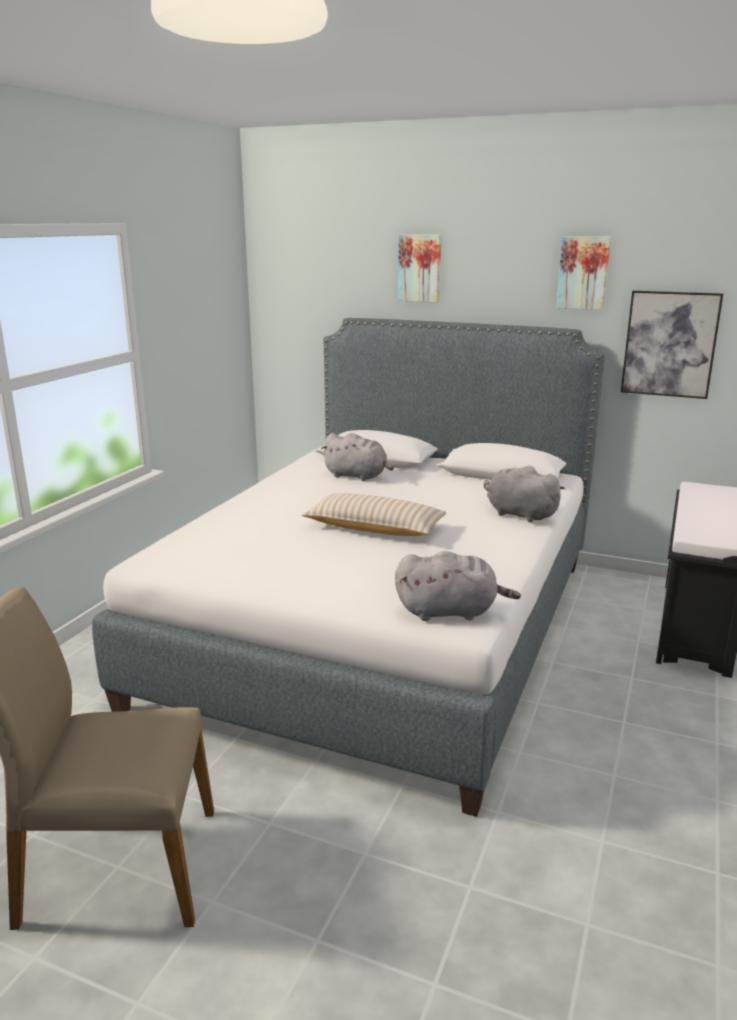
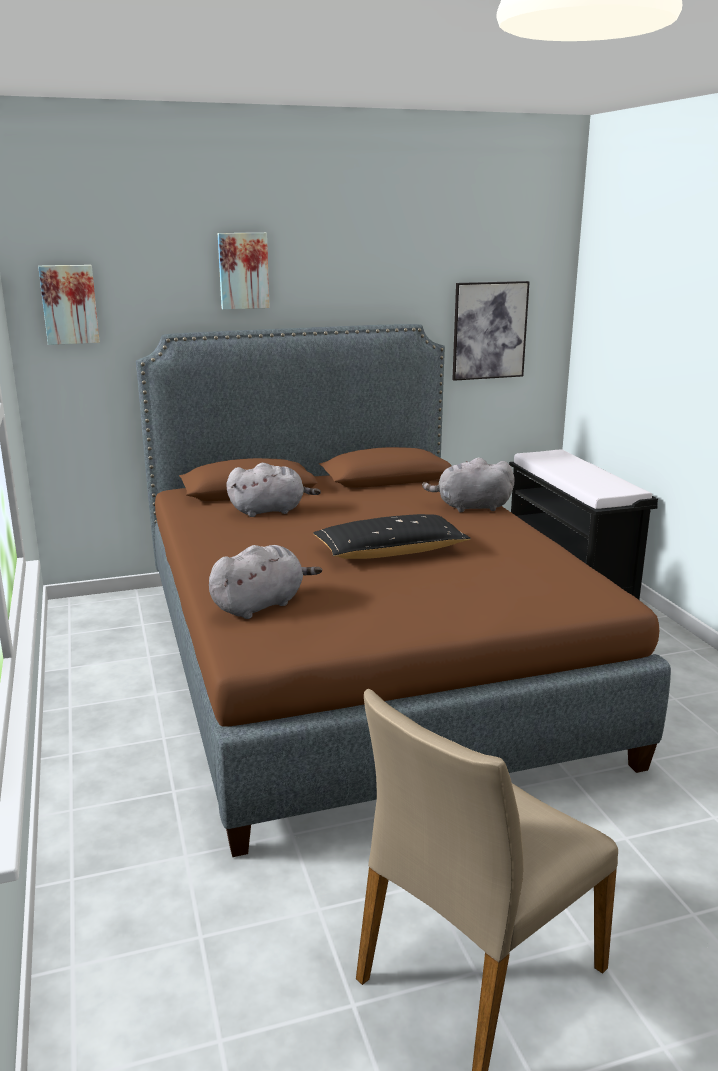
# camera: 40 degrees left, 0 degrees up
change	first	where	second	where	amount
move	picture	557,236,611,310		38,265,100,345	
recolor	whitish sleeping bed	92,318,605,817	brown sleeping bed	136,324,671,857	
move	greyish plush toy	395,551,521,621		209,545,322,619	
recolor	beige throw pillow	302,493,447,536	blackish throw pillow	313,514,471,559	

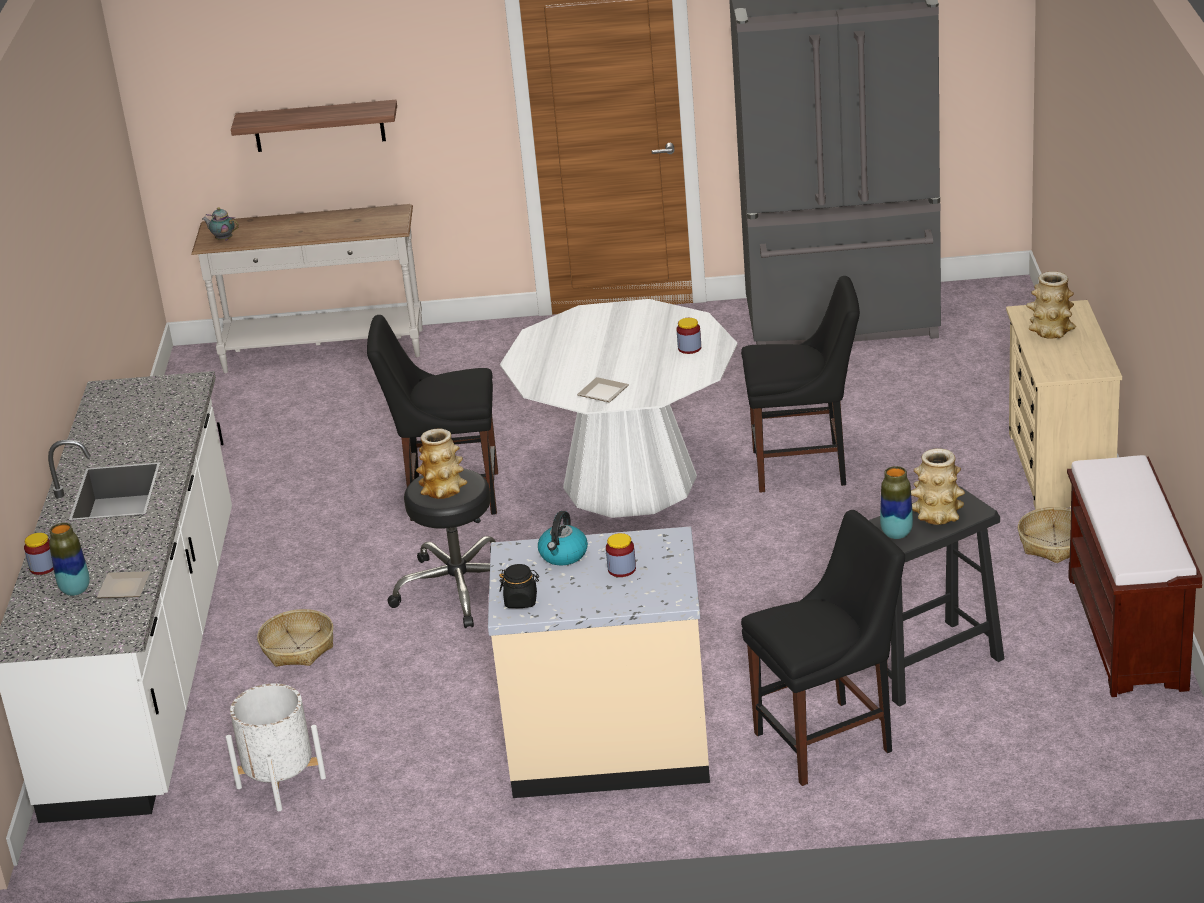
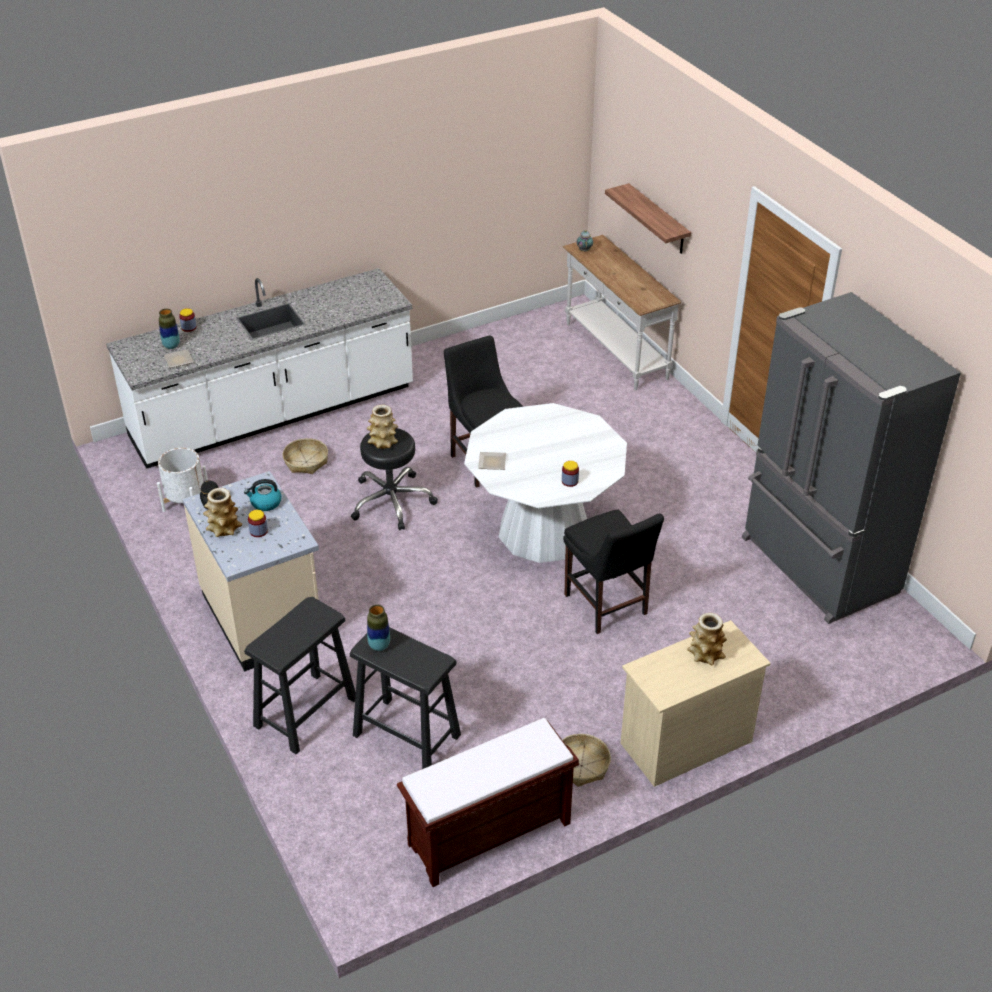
# camera: 60 degrees right, 10 degrees up
change	first	where	second	where	amount
move	flower vase	911,448,965,525		203,488,242,537	
replace	blackish plain chair	741,510,905,786	blackish stool seat	244,597,356,754	

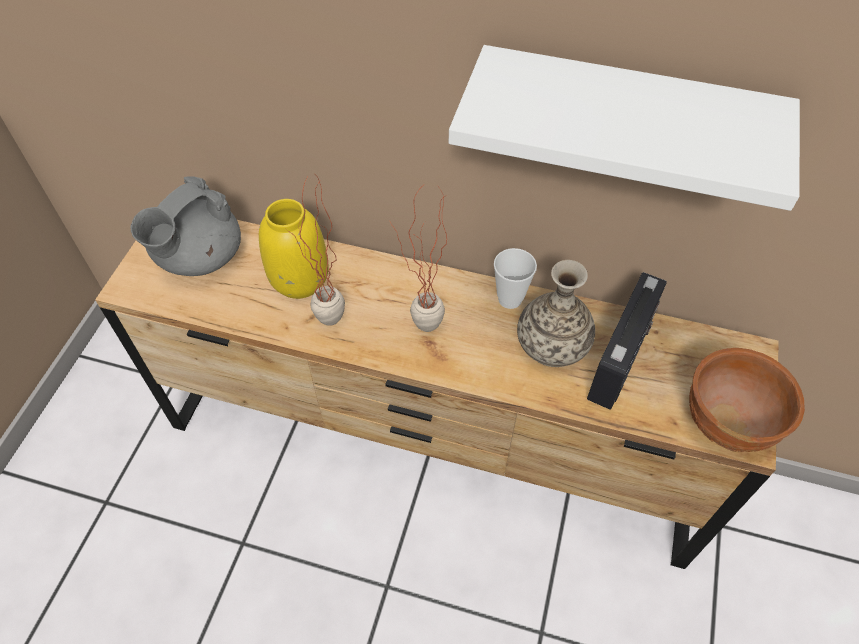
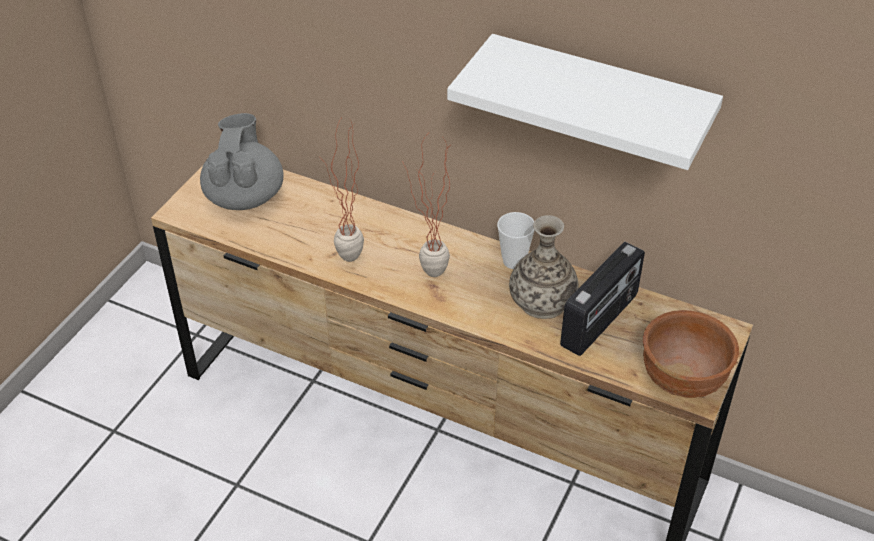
# camera: 10 degrees right, 10 degrees down
change	first	where	second	where	amount
rotate	greyish teapot	130,176,241,276		200,113,284,210	135 degrees clockwise
delete	yellow flower vase	259,199,329,299			

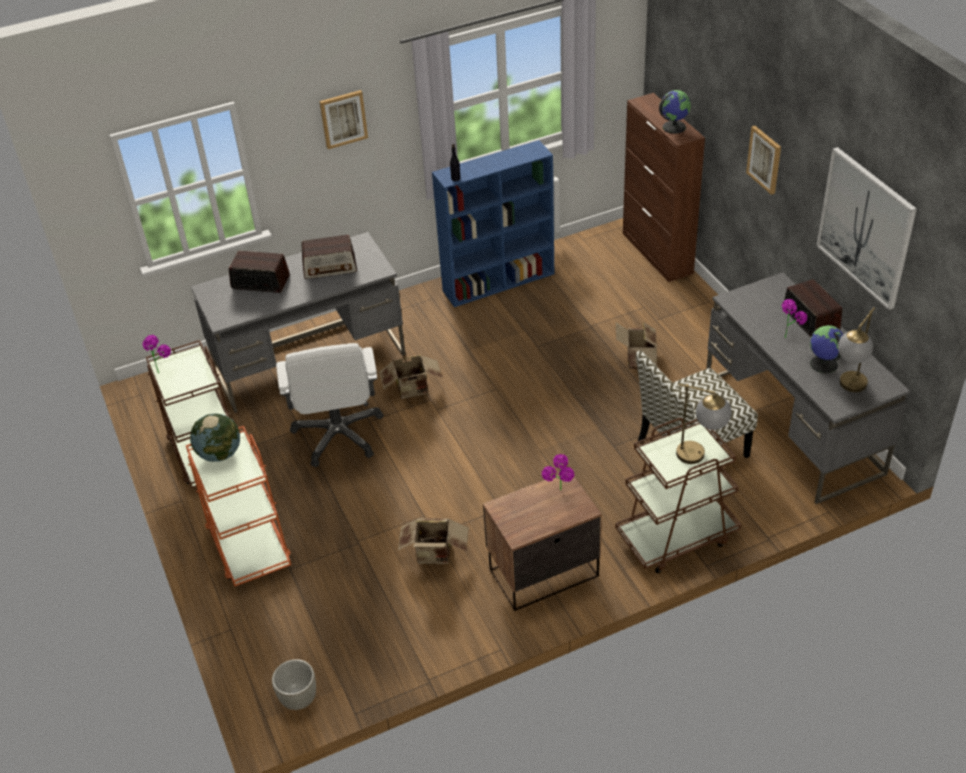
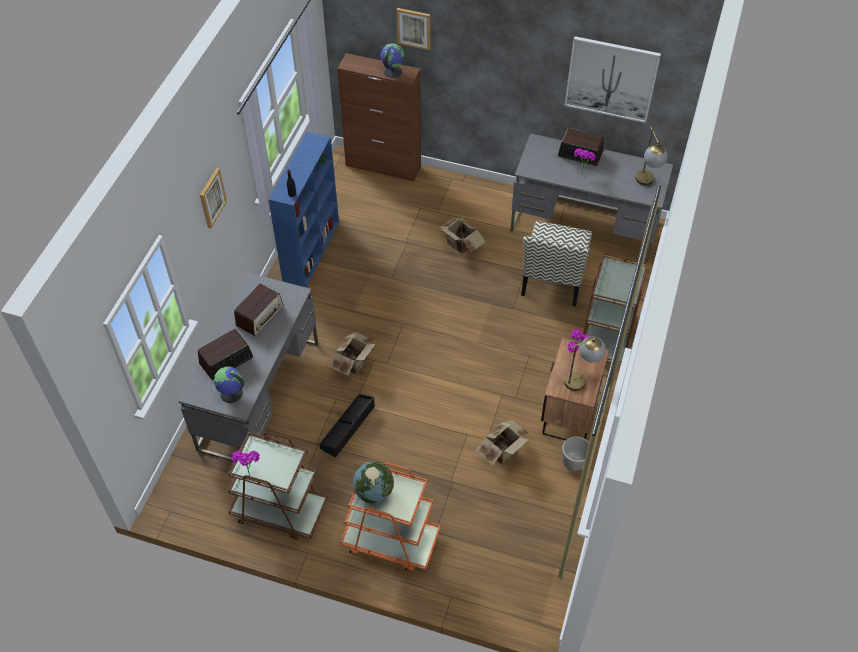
# camera: 50 degrees left, 10 degrees up
change	first	where	second	where	amount
move	globe	810,325,843,374		214,366,244,403	
replace	whitish office chair	276,343,384,467	blackish storage box	319,394,375,457	
move	picture	746,126,781,195		396,8,430,50	
move	greyish planter	272,659,316,710		562,436,589,471	
move	table lamp	676,384,731,464		564,337,606,391	

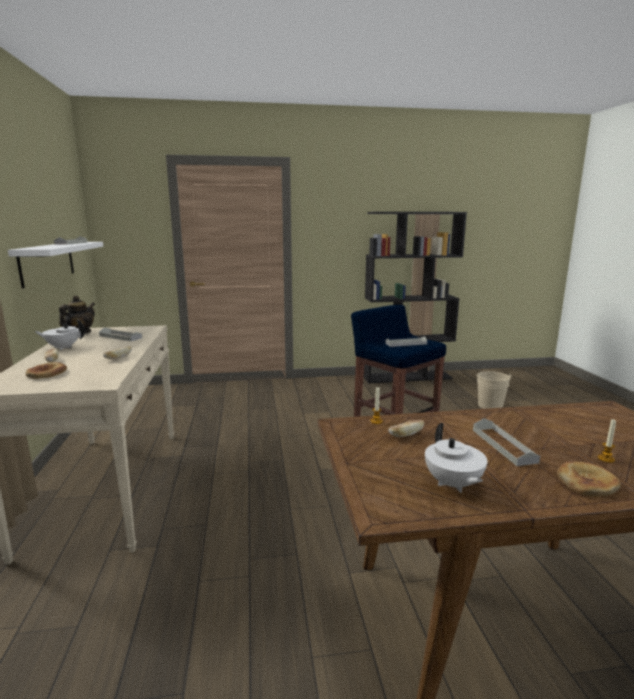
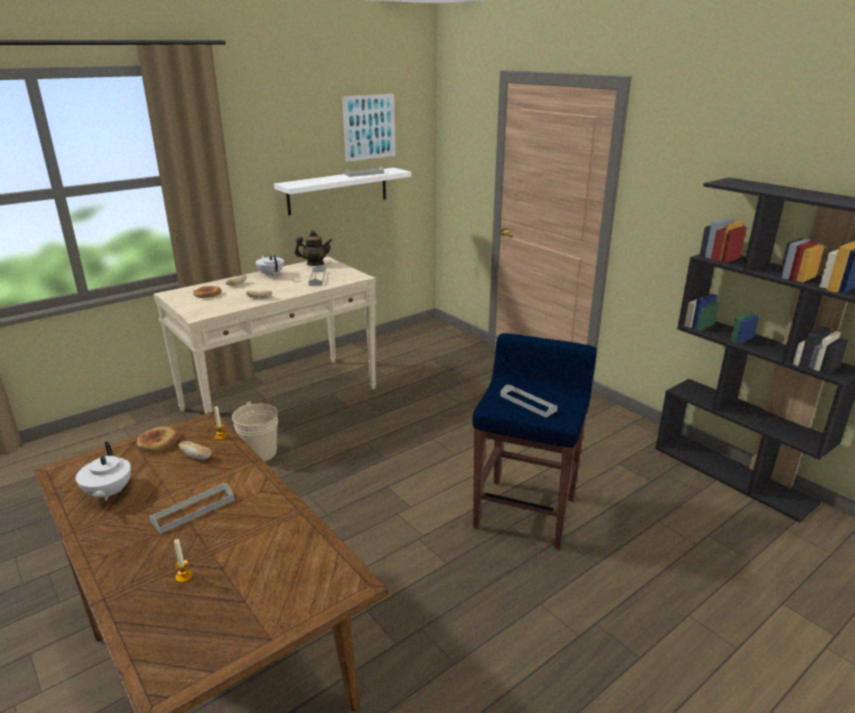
# camera: 60 degrees right, 10 degrees up
change	first	where	second	where	amount
rotate	whitish teapot	425,423,487,493		76,442,131,501	60 degrees counterclockwise
move	bakery bread	557,461,621,497		137,426,180,452	
move	beige bucket	476,371,512,409		232,401,278,461	
insert			picture	342,94,396,162	

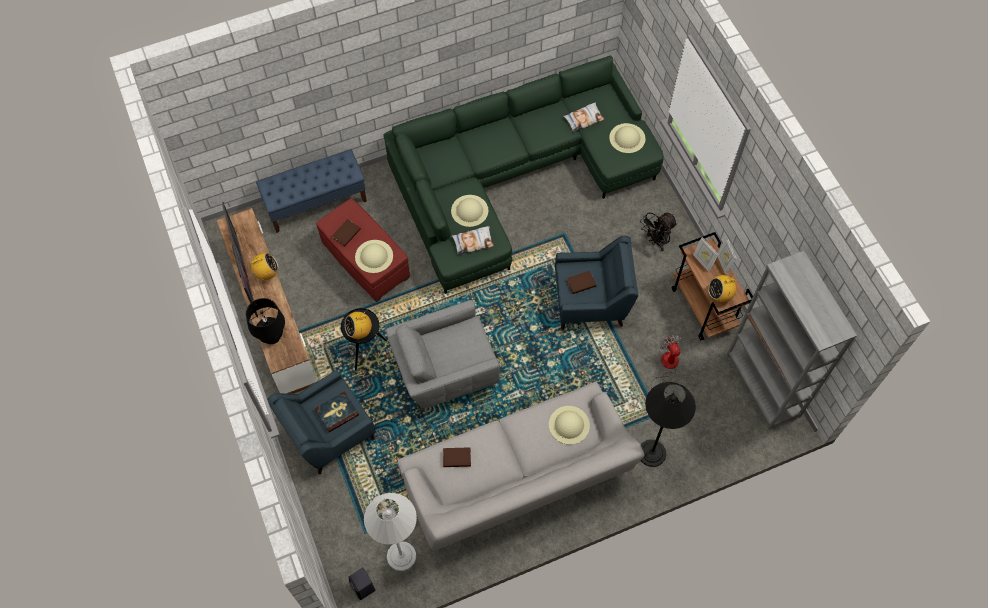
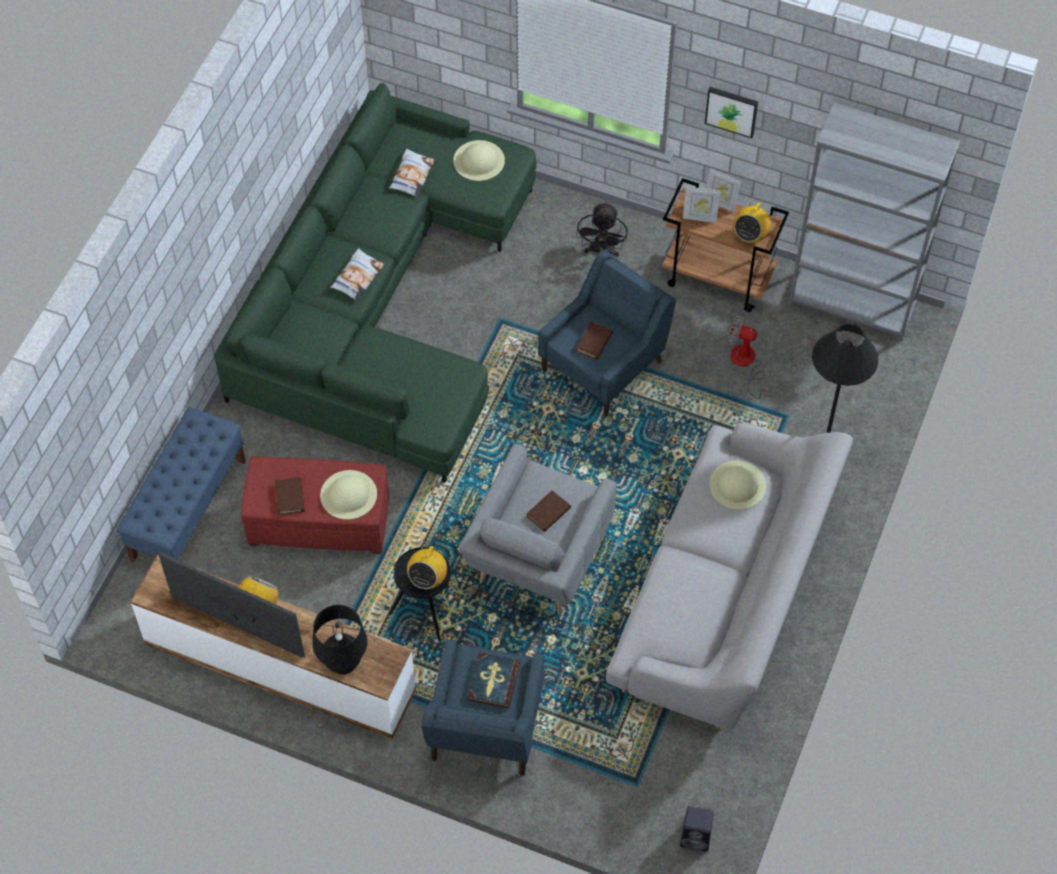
# camera: 45 degrees left, 5 degrees down
change	first	where	second	where	amount
move	throw pillow	452,226,494,255		330,249,384,301	
move	brown book	443,447,471,467		526,490,571,532	
insert			picture	705,87,758,138	
delete	whitish standing lamp	364,493,417,571			
delete	beige hat	451,195,488,227			

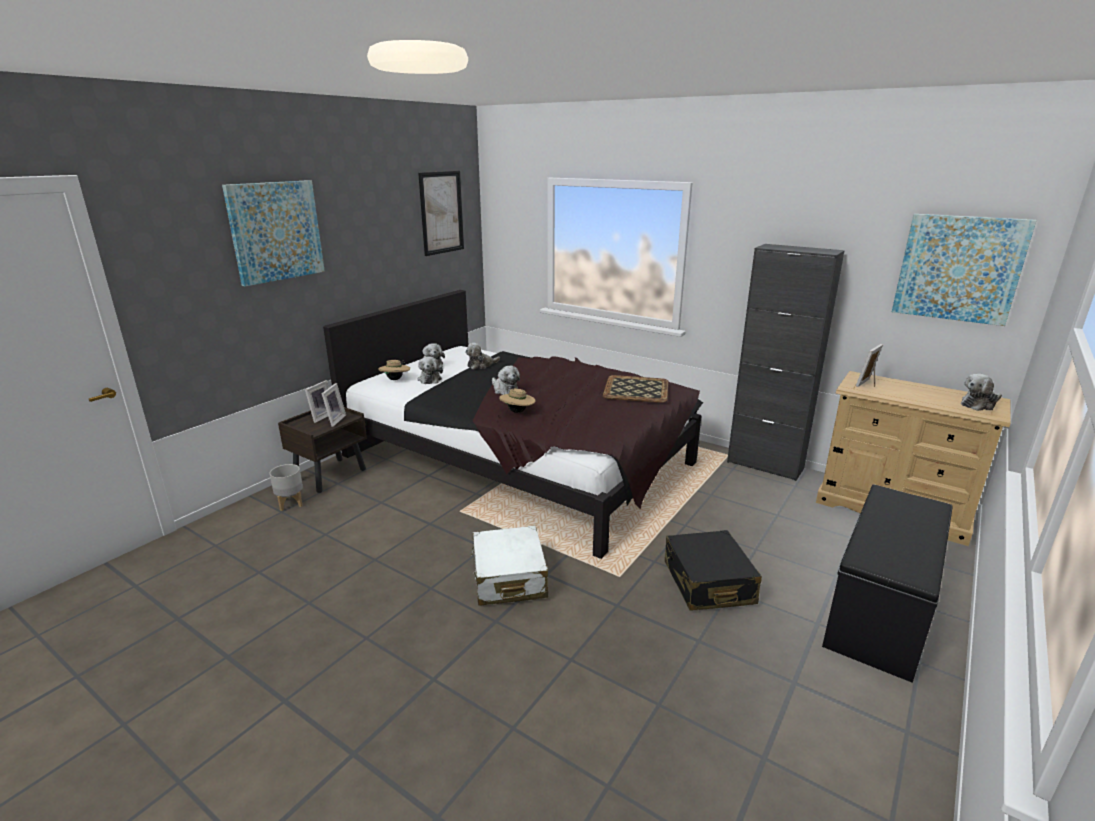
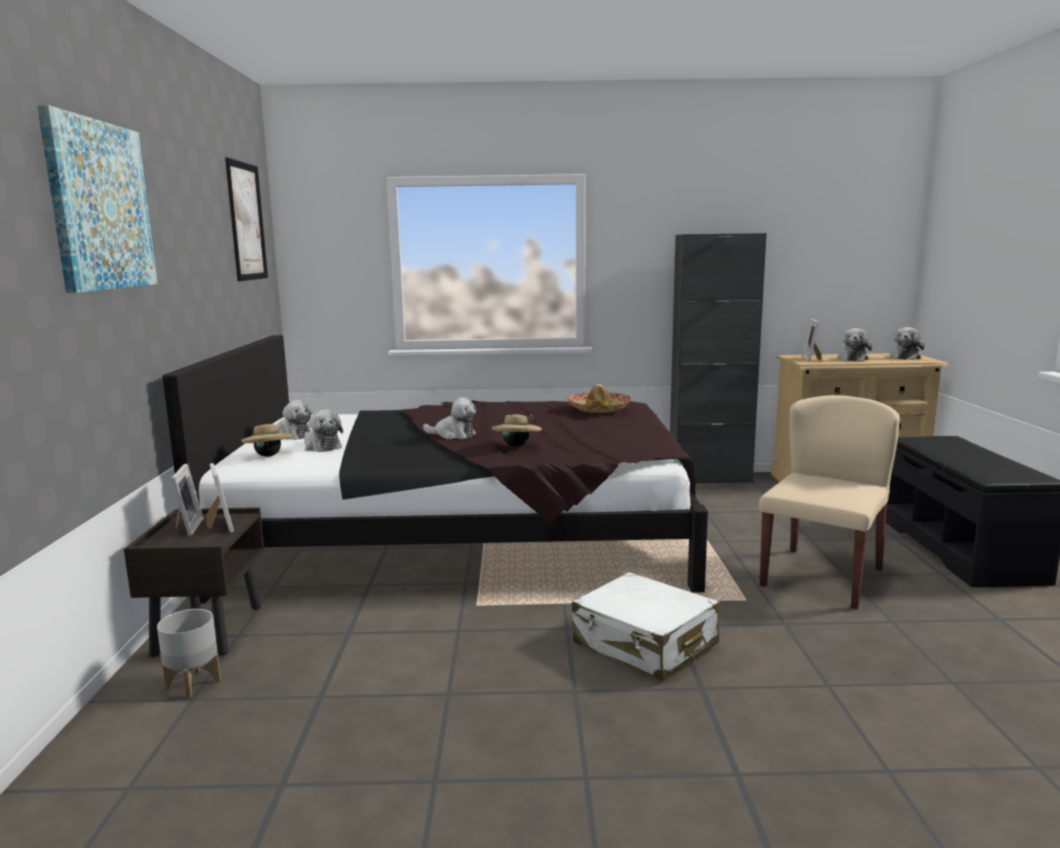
# camera: 35 degrees left, 10 degrees down
change	first	where	second	where	amount
replace	serving tray	603,375,669,403	hat	566,384,631,413	
replace	blackish suitcase	665,530,762,611	beige plain chair	759,395,900,610	
move	plush toy	465,343,500,369		837,328,872,361	
delete	picture	892,214,1037,326			

